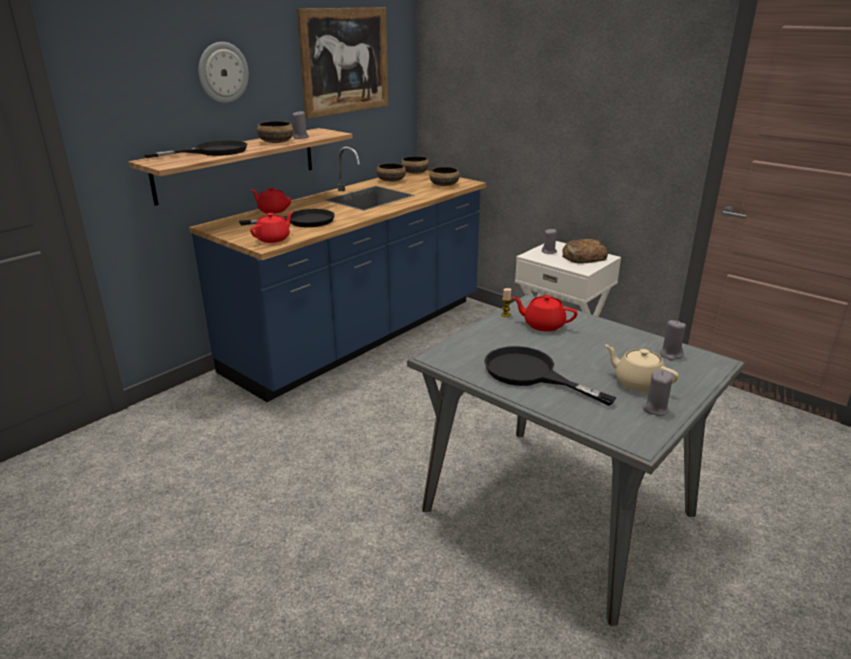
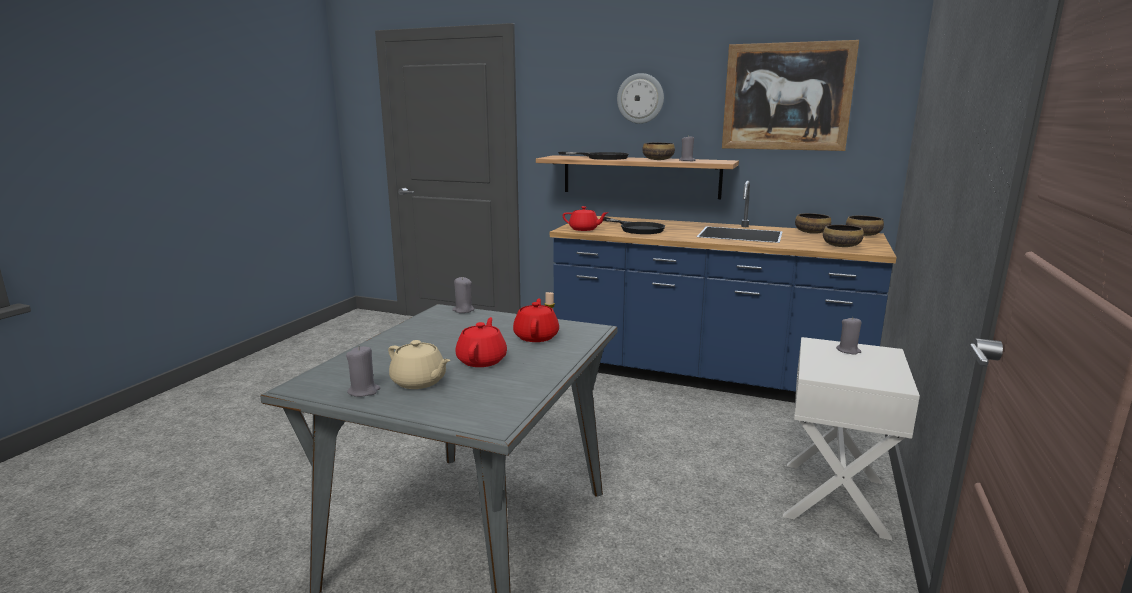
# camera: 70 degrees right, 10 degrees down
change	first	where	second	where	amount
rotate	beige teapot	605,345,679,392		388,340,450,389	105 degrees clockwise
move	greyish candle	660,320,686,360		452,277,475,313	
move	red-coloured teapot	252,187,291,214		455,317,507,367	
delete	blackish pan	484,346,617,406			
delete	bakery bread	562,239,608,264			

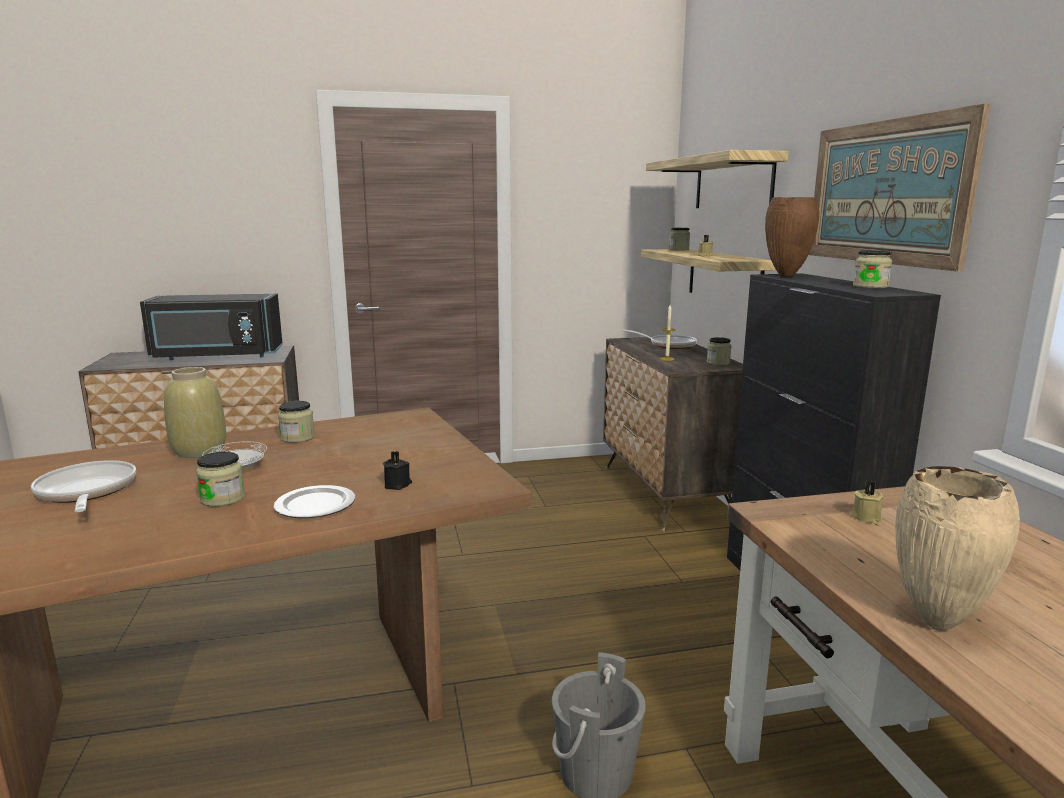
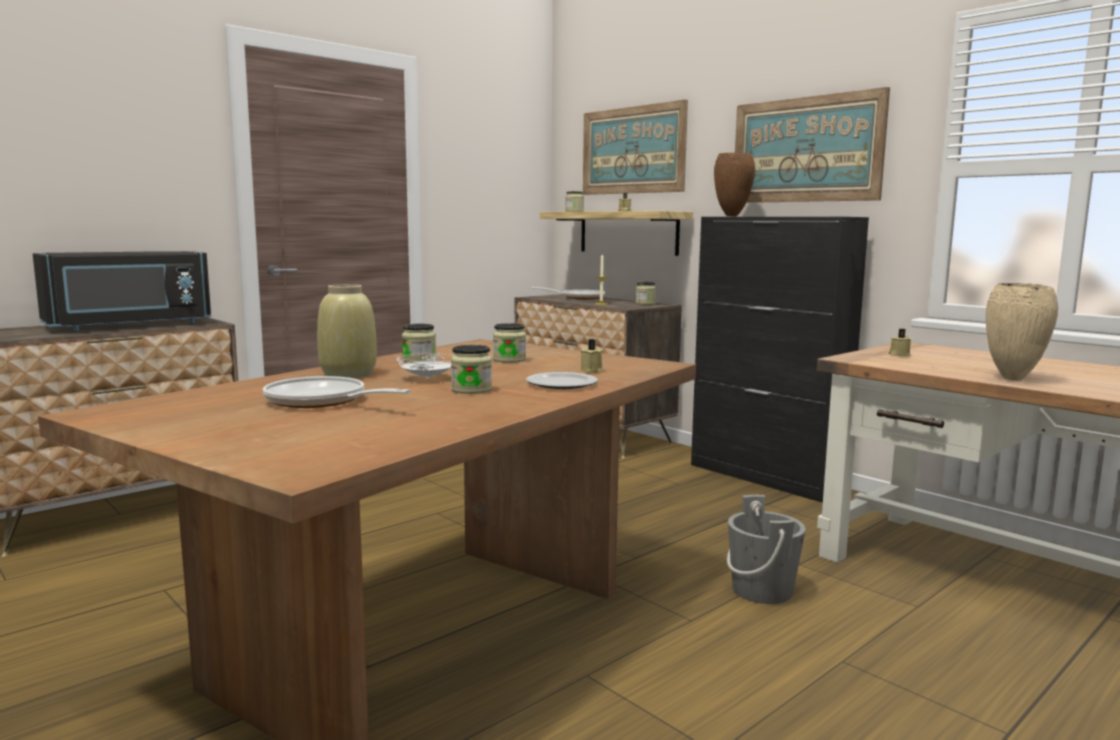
# camera: 30 degrees left, 5 degrees down
change	first	where	second	where	amount
move	storage jar	853,250,892,288		493,323,526,363	
recolor	blackish candle	383,451,412,490	beige candle	580,339,602,373	
replace	wall shelf	646,150,789,208	picture	583,99,688,195	

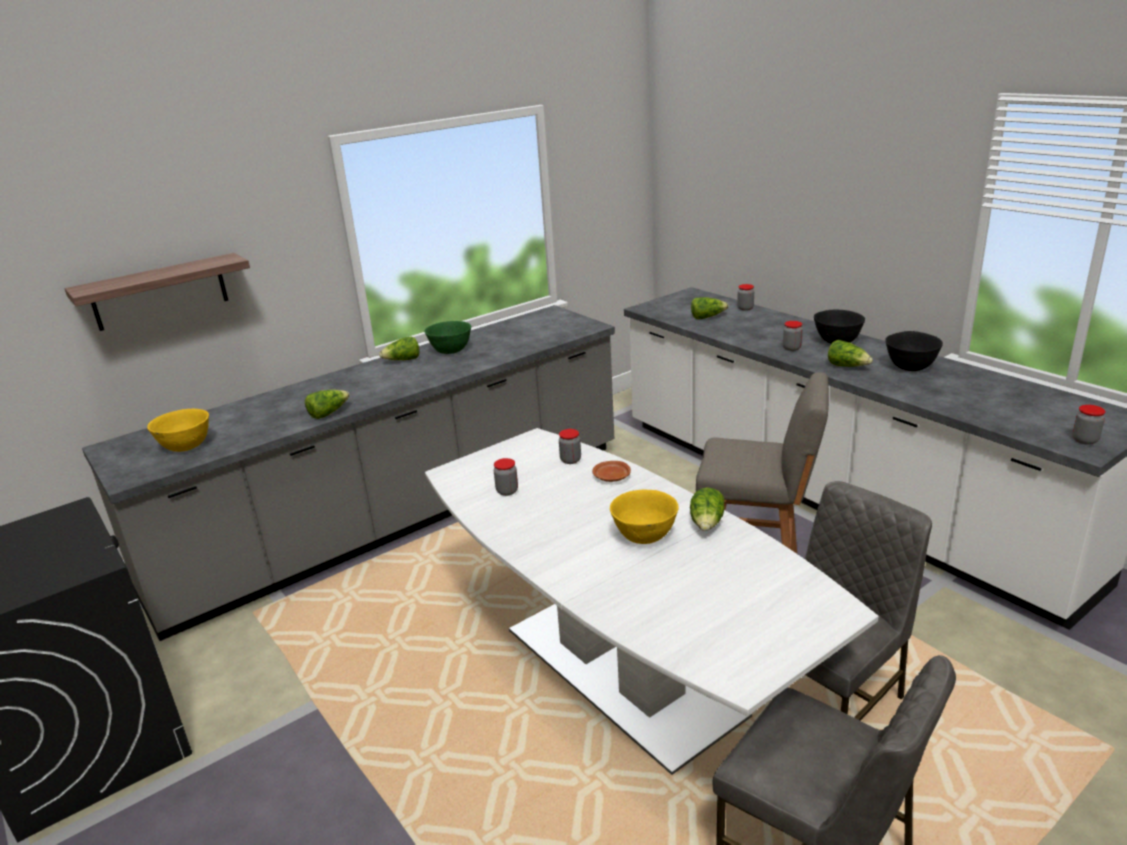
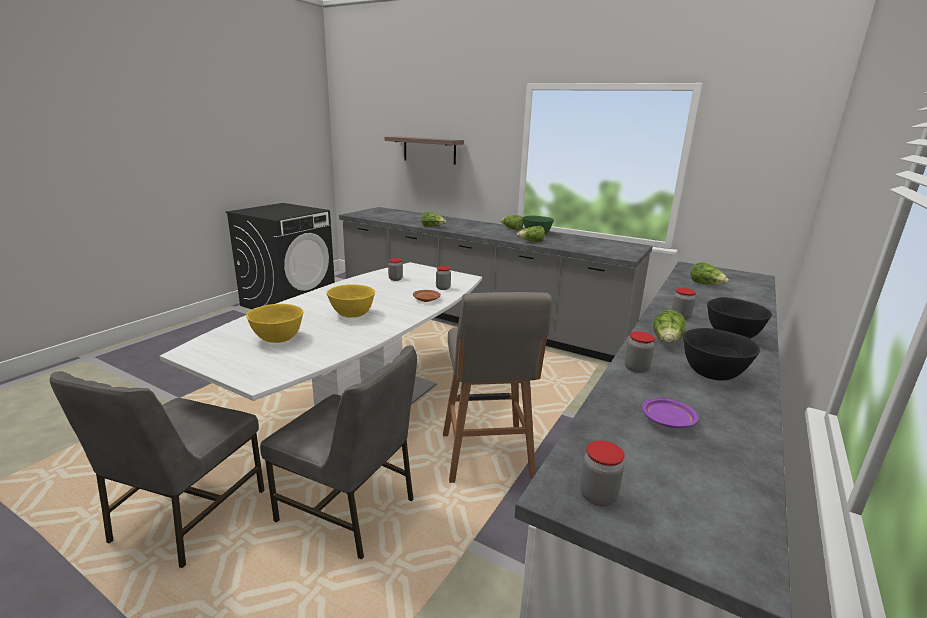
# camera: 65 degrees right, 5 degrees down
change	first	where	second	where	amount
move	yellow serving bowl	147,409,209,452		246,304,303,343	
move	lettuce	690,488,725,531		517,226,545,242	
move	storage jar	737,284,754,311		625,331,655,373	
insert			purplish plate	642,398,699,428	

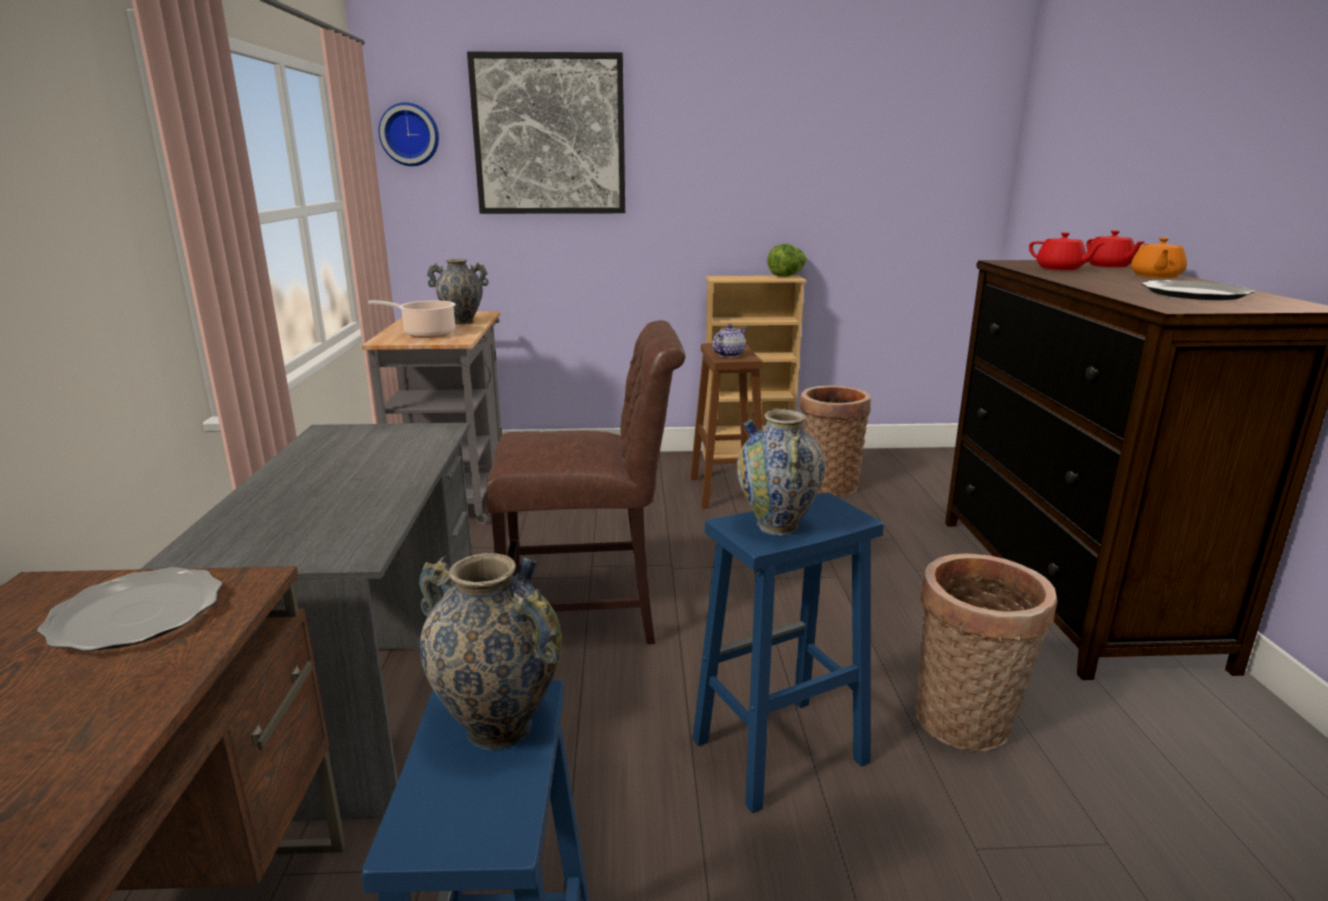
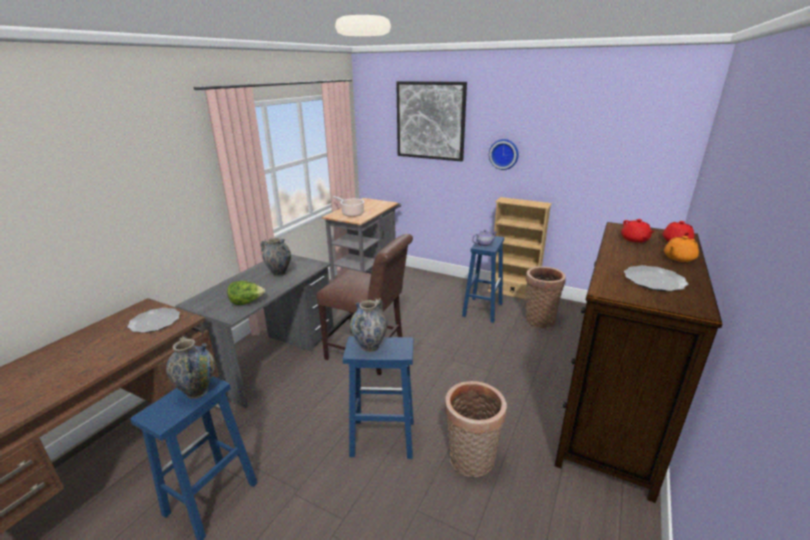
# camera: 30 degrees right, 5 degrees up
change	first	where	second	where	amount
move	lettuce	767,244,807,277		227,281,265,305	
move	flower vase	427,259,489,325		261,238,291,277	
recolor	brown stool seat	690,343,763,509	blue stool seat	462,236,504,323	
move	wall clock	379,102,439,166		489,139,518,170	

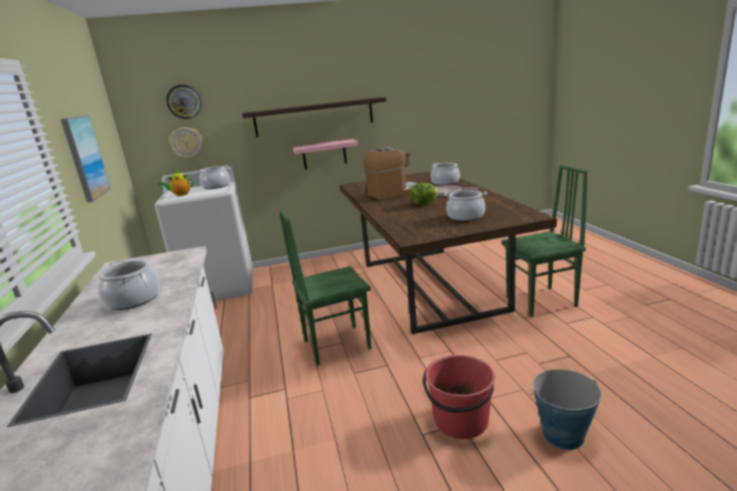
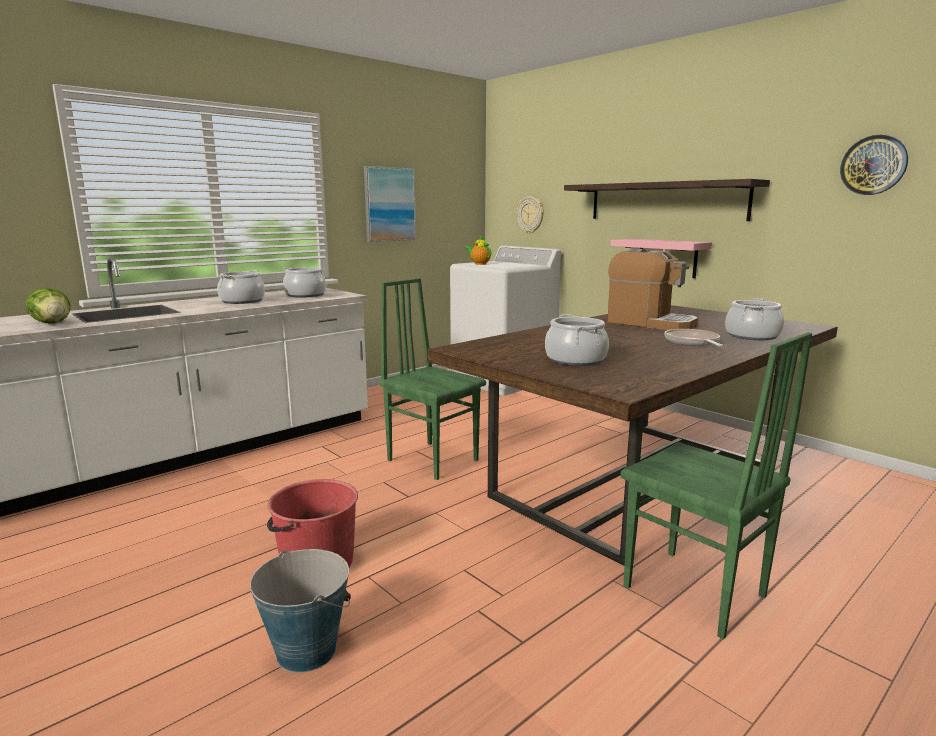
# camera: 60 degrees right, 5 degrees down
change	first	where	second	where	amount
move	lettuce	410,183,439,205		26,288,70,324	
move	cooking pot	196,165,230,189		283,267,326,298	
move	wall clock	166,85,202,119		840,135,908,195	

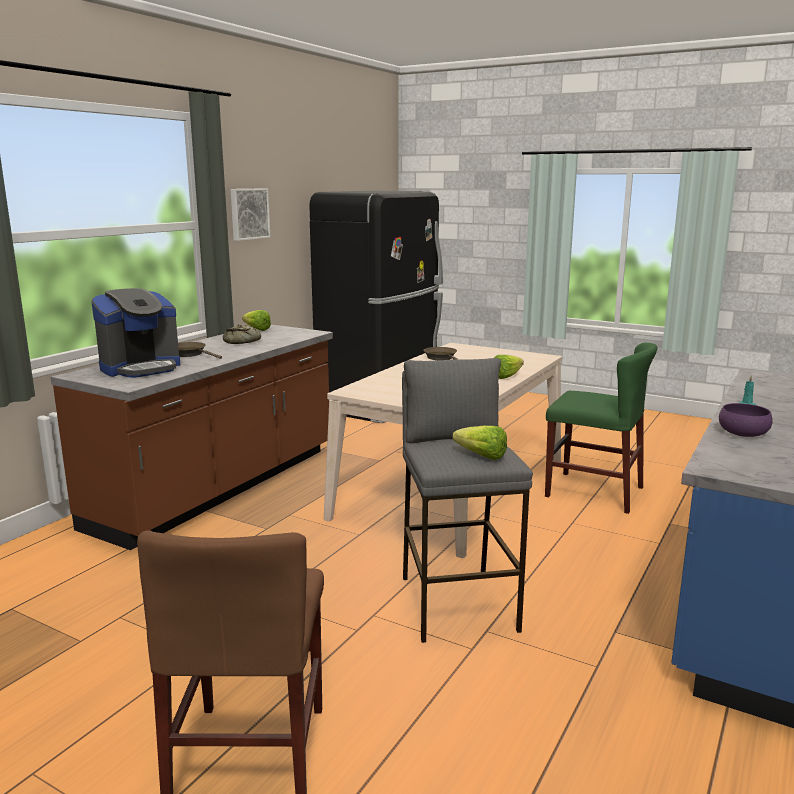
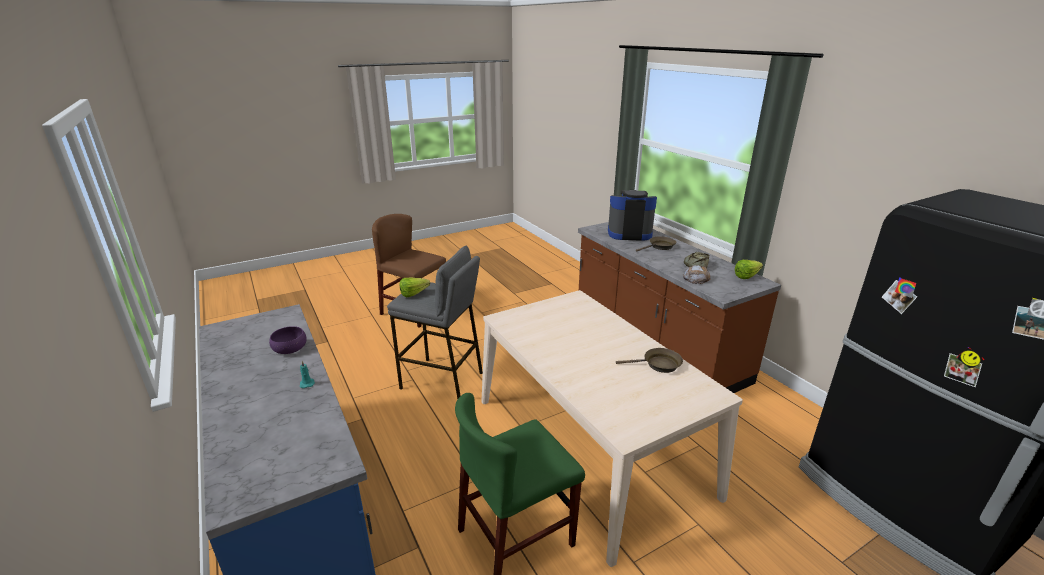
# camera: 120 degrees right, 10 degrees up
change	first	where	second	where	amount
rotate	coffee machine	91,288,180,378		608,190,657,241	105 degrees clockwise
insert			bakery bread	683,265,711,284	
delete	picture	231,188,270,241			
delete	lettuce	494,355,524,379			

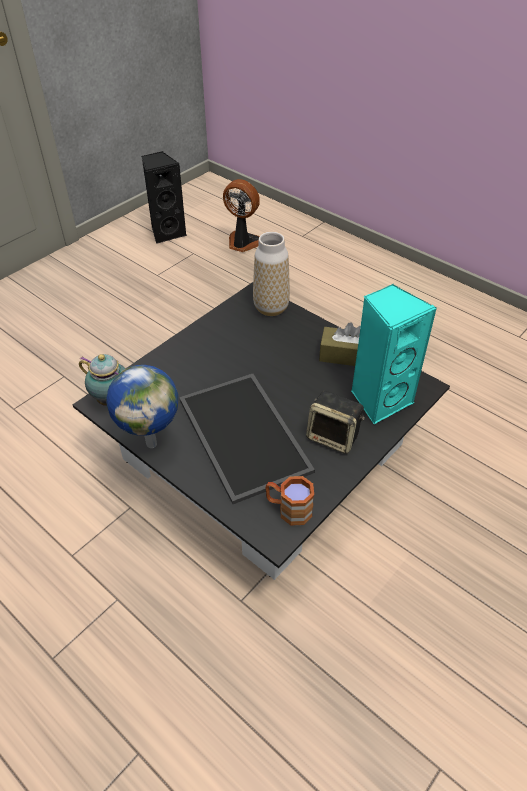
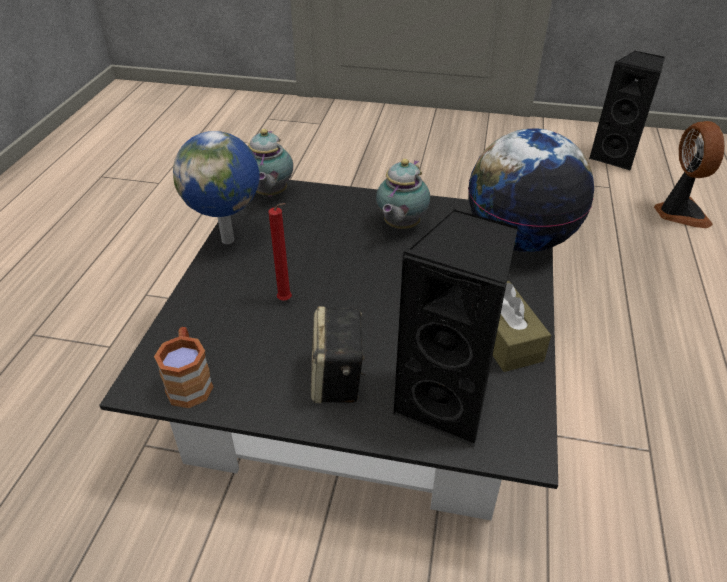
# camera: 60 degrees right, 5 degrees down
change	first	where	second	where	amount
replace	serving tray	179,374,315,504	red-coloured candle	268,203,292,301	
insert			teapot	376,159,430,229	
recolor	turquoise-coloured speaker	351,284,437,425	blackish speaker	393,209,518,447	
replace	flower vase	253,232,290,316	globe	468,129,594,252	

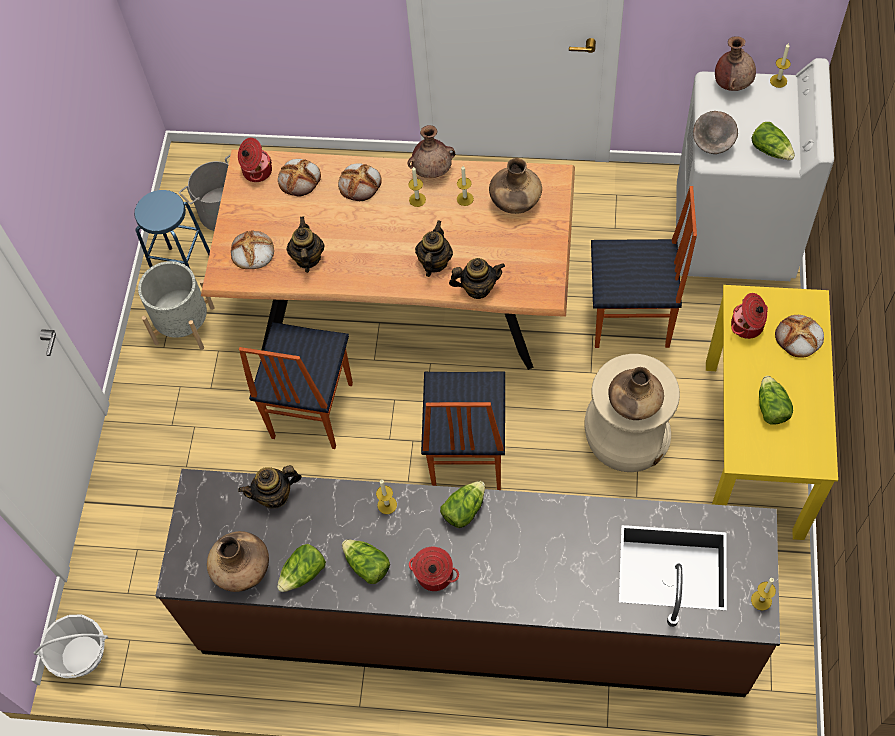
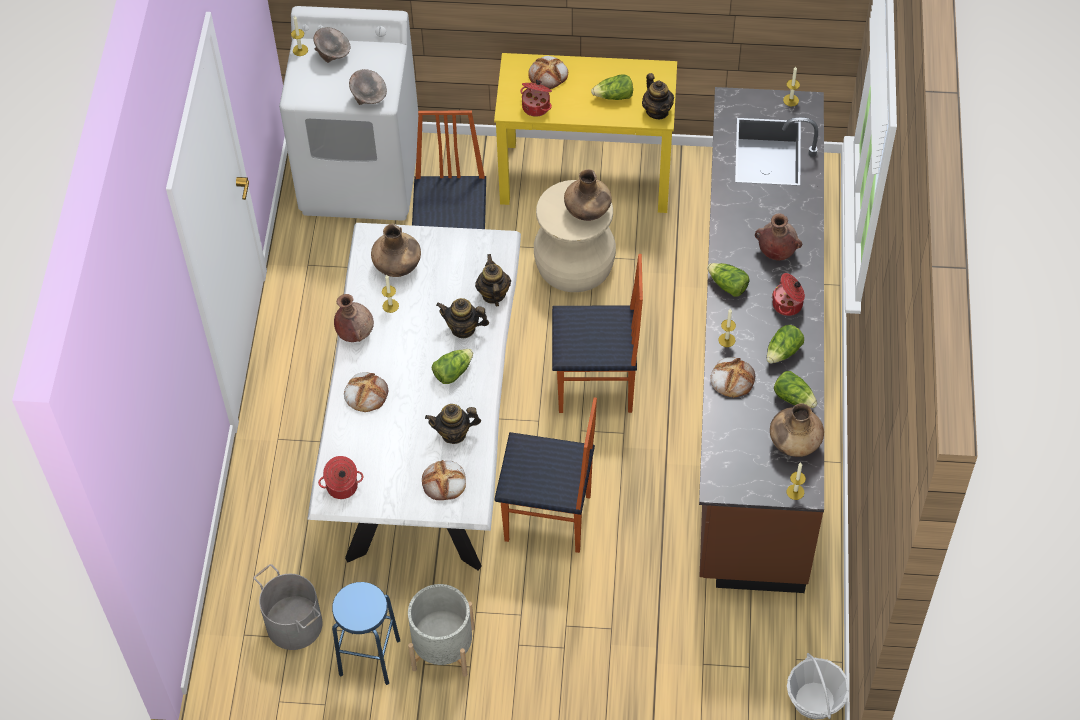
# camera: 95 degrees left, 5 degrees down
change	first	where	second	where	amount
recolor	brown dinner table	201,150,575,370	whitish dinner table	307,223,521,570	
insert			greyish serving bowl	314,27,350,63	
move	lettuce	751,122,795,160		432,349,473,384	
move	teapot	238,465,302,509		642,73,674,119	
move	bakery bread	278,159,321,196		710,357,755,398	
move	brown flower vase	715,36,756,91		755,213,802,261	
move	candle	408,166,426,207		787,463,806,500	

